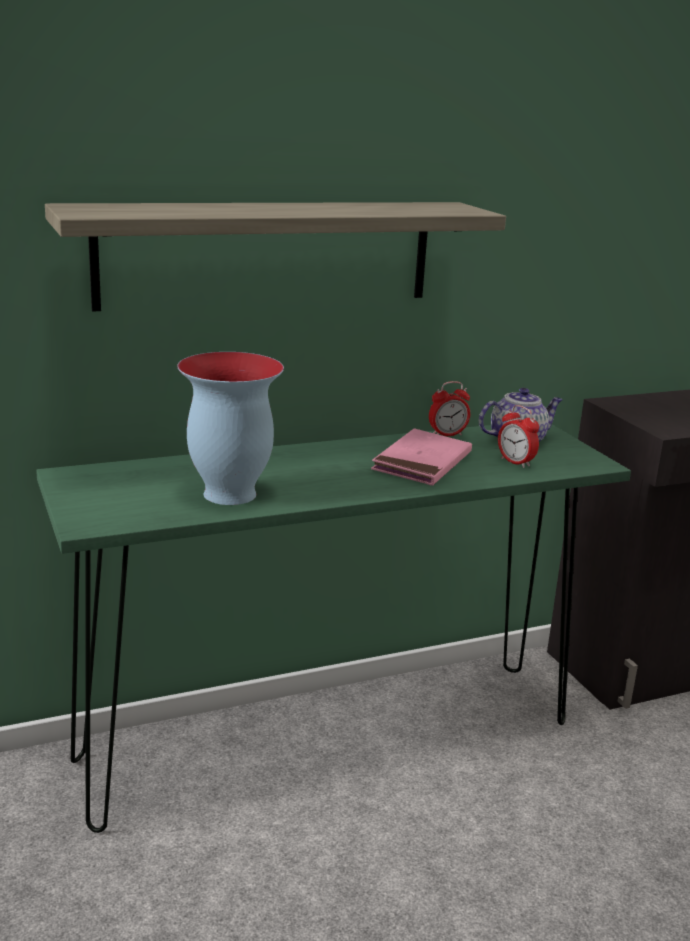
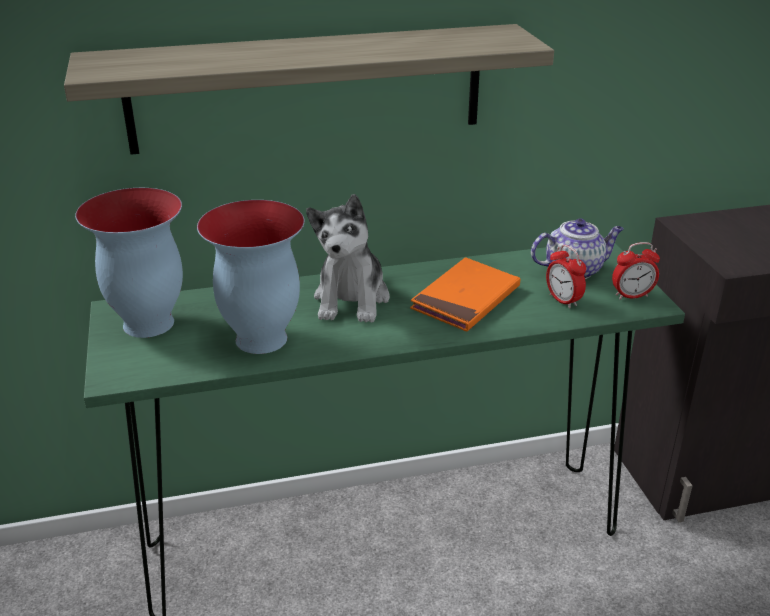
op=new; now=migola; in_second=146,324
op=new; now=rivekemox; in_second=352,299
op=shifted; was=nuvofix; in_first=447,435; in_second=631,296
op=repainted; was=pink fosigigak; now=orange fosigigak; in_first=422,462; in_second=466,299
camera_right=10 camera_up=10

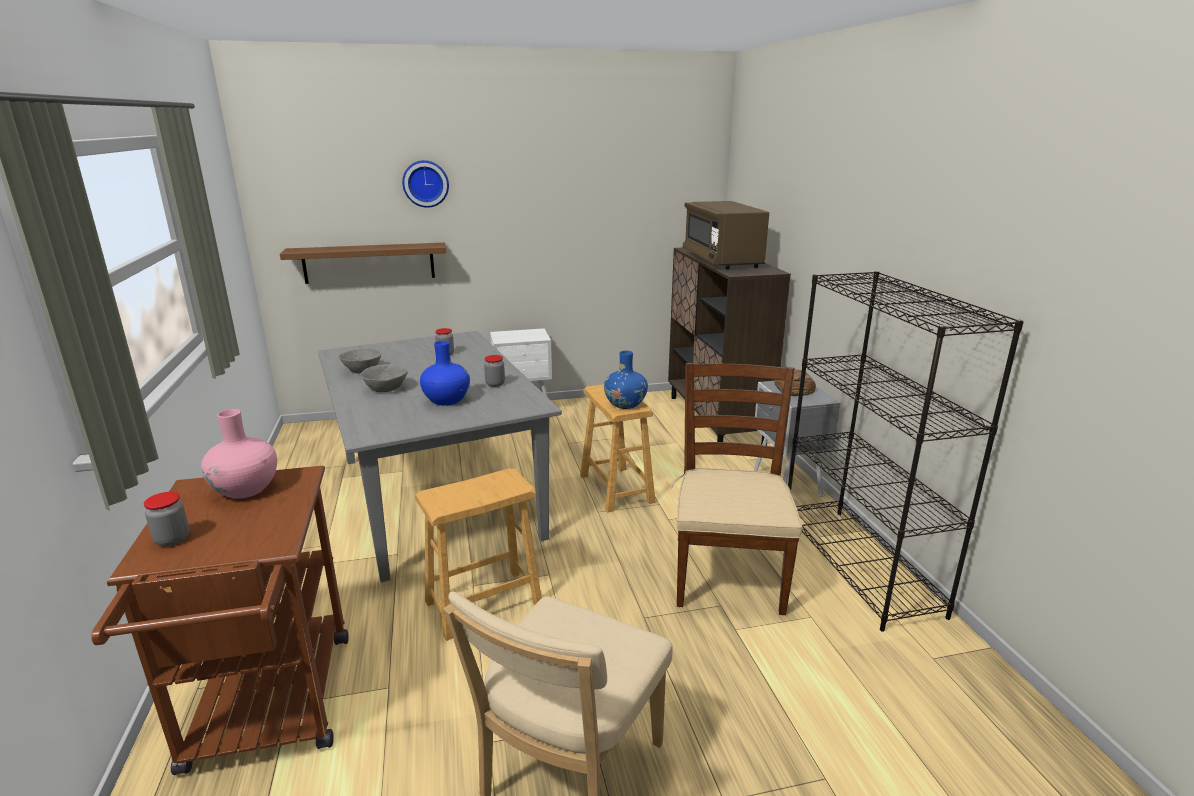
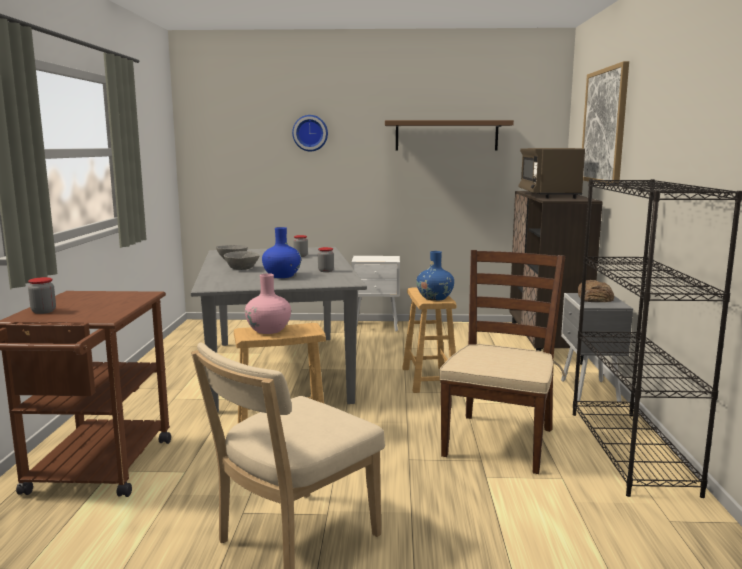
op=new; now=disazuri; in_second=604,126
op=shifted; was=pink migola; in_first=245,489; in_second=268,330
op=shifted; was=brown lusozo; in_first=369,263; in_second=446,135
camera_right=15 camera_up=-10

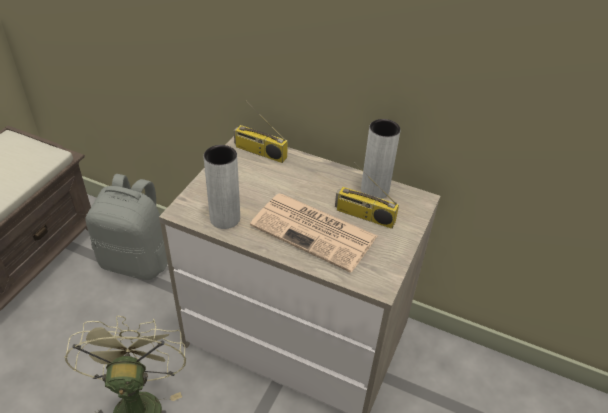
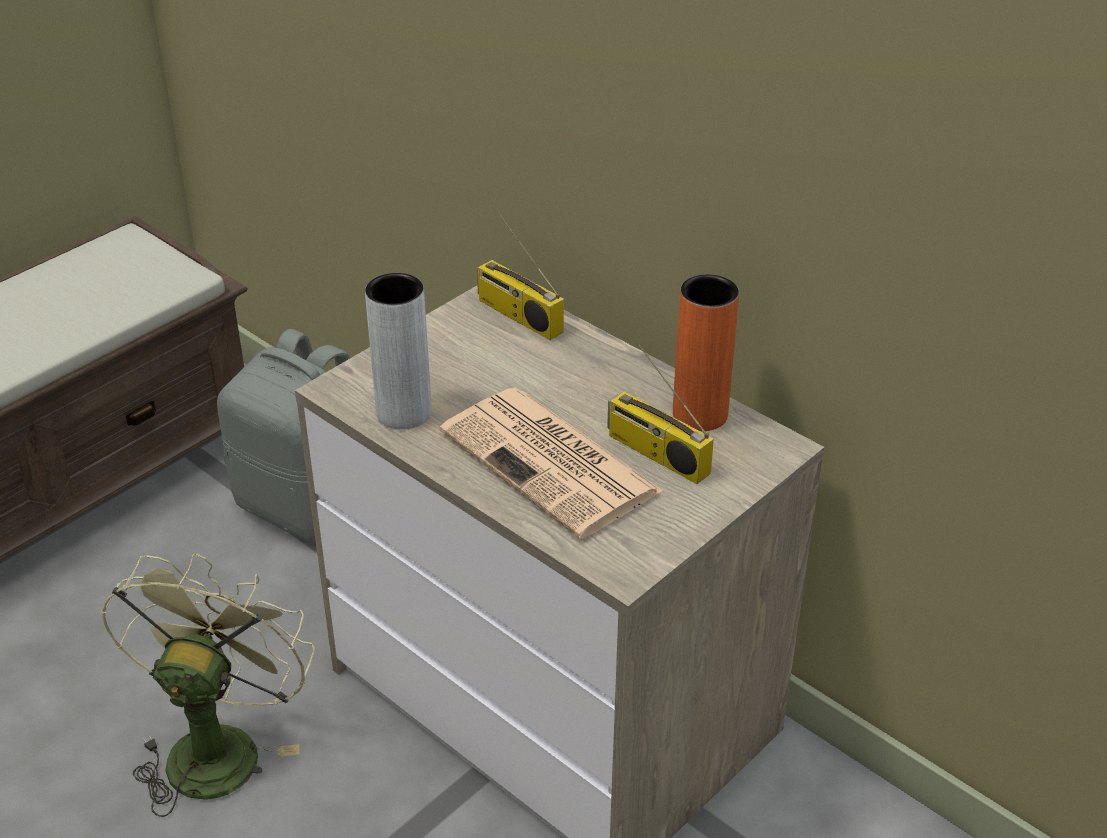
op=repainted; was=grey migola; now=orange migola; in_first=375,190; in_second=700,415
camera_right=20 camera_up=-5

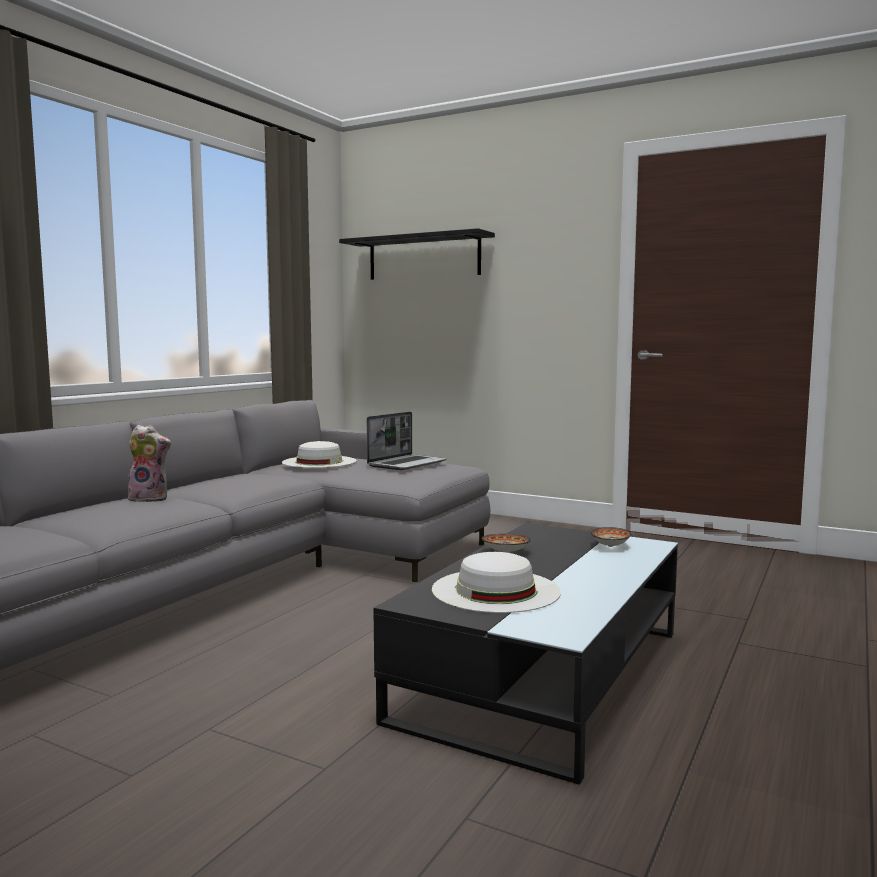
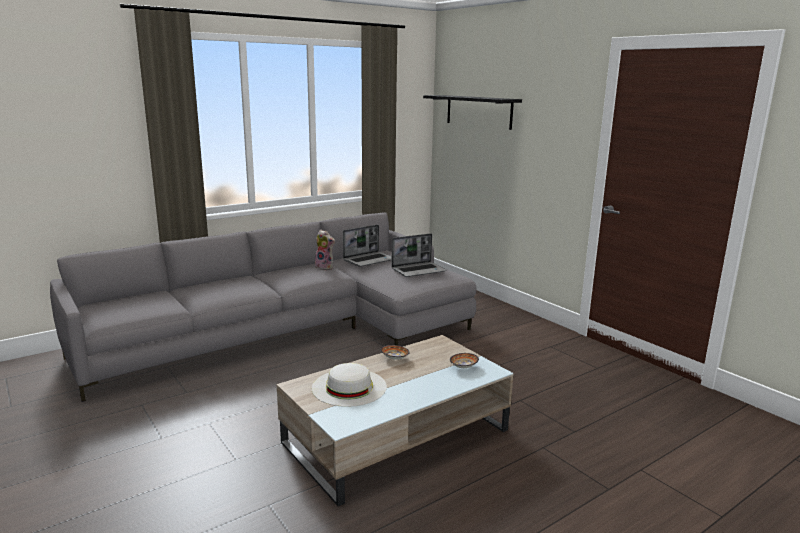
op=shifted; was=rivekemox; in_first=150,499; in_second=325,267
op=swapped; was=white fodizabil; now=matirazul; in_first=319,462; in_second=369,260
op=repainted; was=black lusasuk; now=beige lusasuk; in_first=544,673; in_second=397,436
camera_right=25 camera_up=10

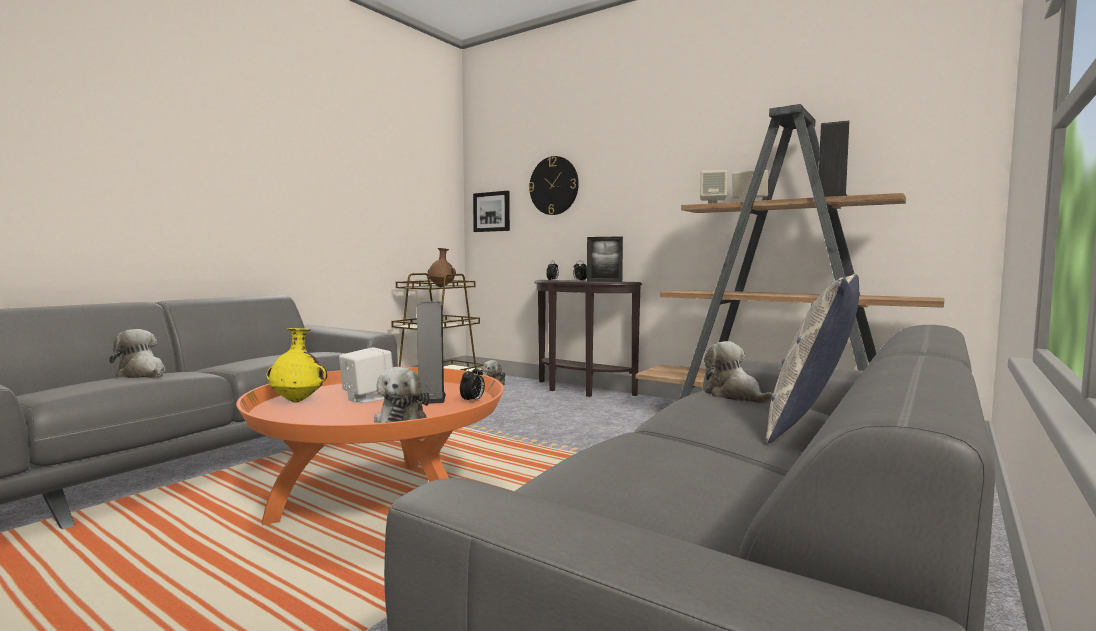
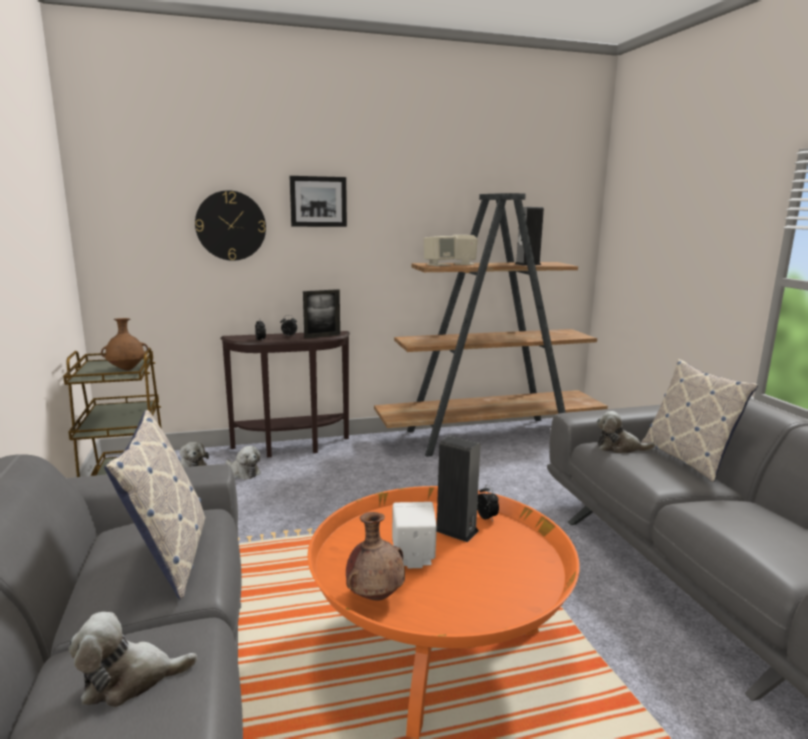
op=new; now=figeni; in_second=169,557
op=shifted; was=rivekemox; in_first=402,419; in_second=243,473
op=shifted; was=disazuri; in_first=492,212; in_second=318,201
op=repainted; was=yellow migola; now=brown migola; in_first=298,401; in_second=376,596
camera_right=-50 camera_up=10

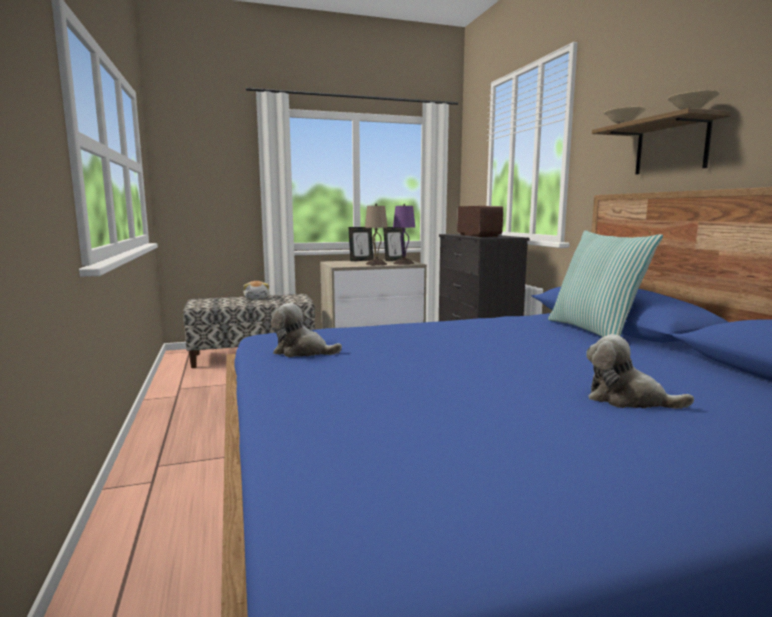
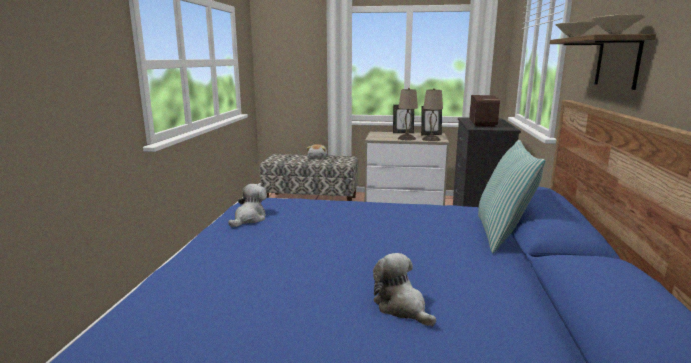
op=repainted; was=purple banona; now=beige banona; in_first=403,263; in_second=431,139
op=rotated; was=rivekemox; in_first=302,352; in_second=249,219; clockwise=75
camera_right=25 camera_up=5

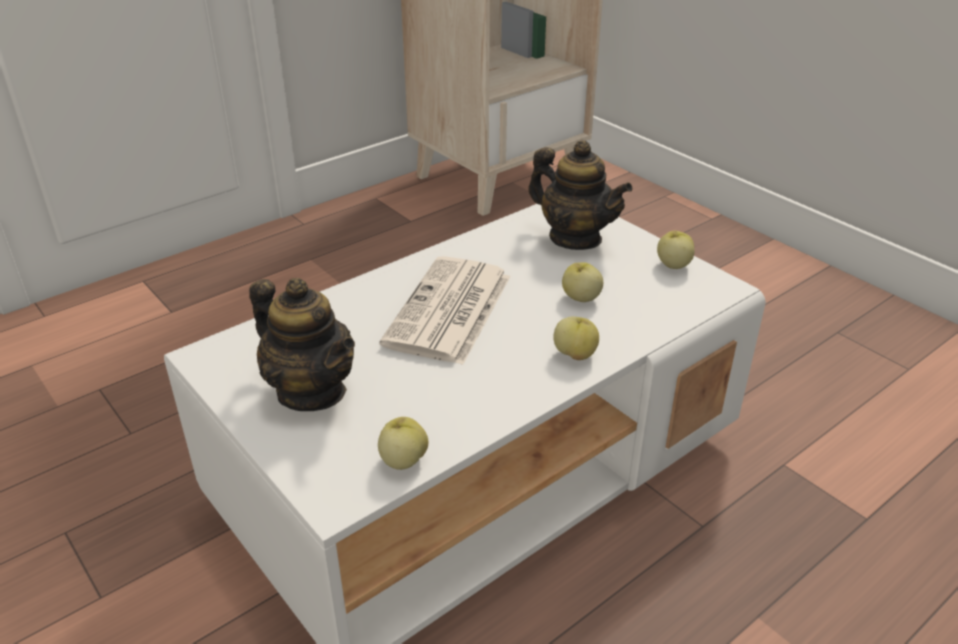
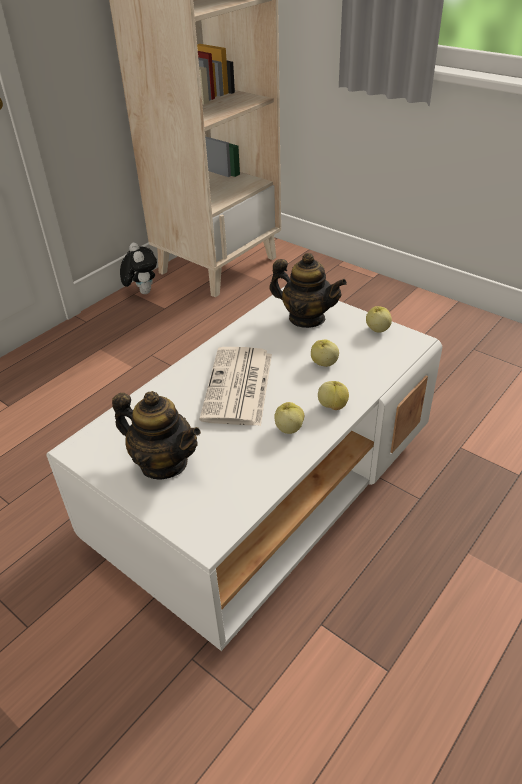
op=new; now=rivekemox; in_second=142,291
op=shifted; was=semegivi; in_first=403,460; in_second=288,428
camera_right=-10 camera_up=5

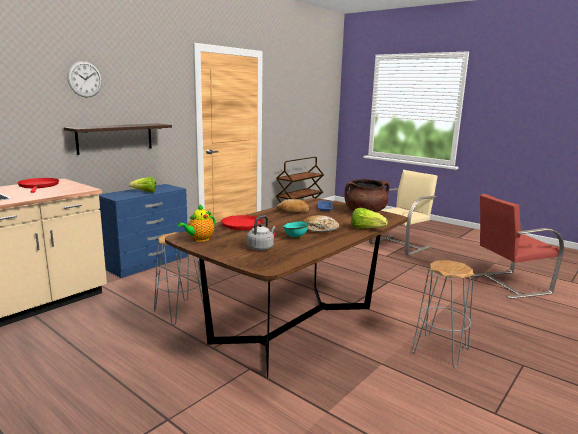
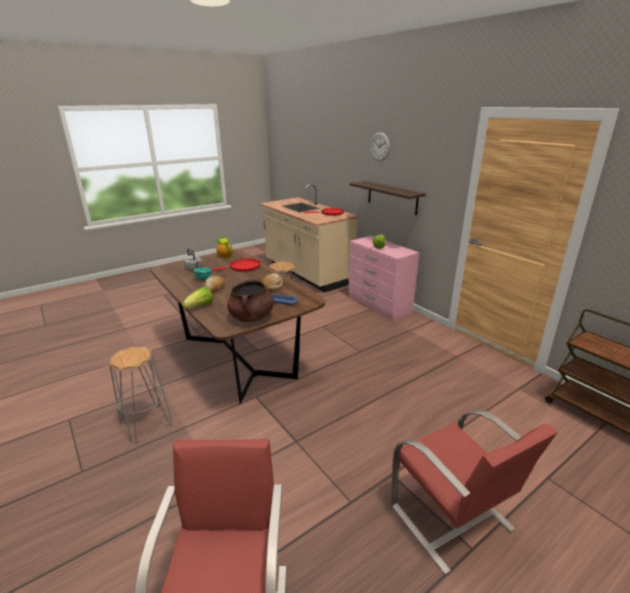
op=repainted; was=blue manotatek; now=pink manotatek; in_first=148,262; in_second=379,304
op=repainted; was=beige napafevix; now=red napafevix; in_first=400,245; in_second=452,519
camera_right=105 camera_up=10

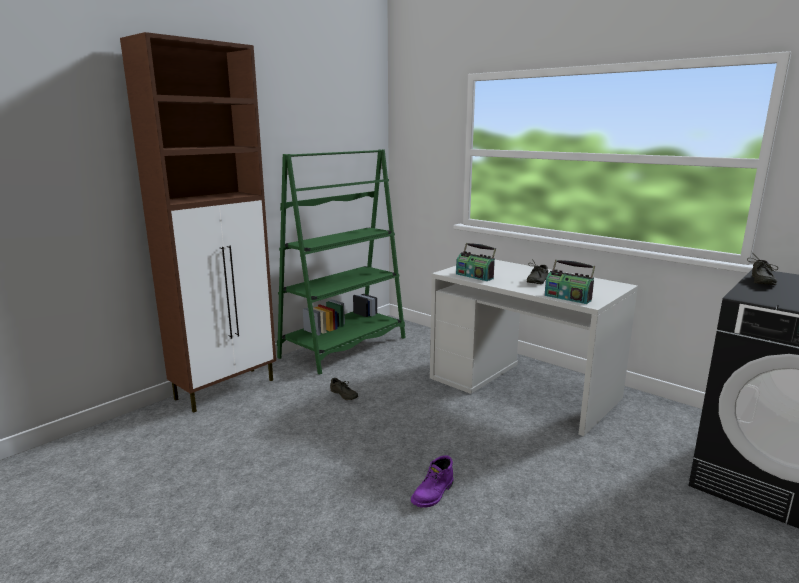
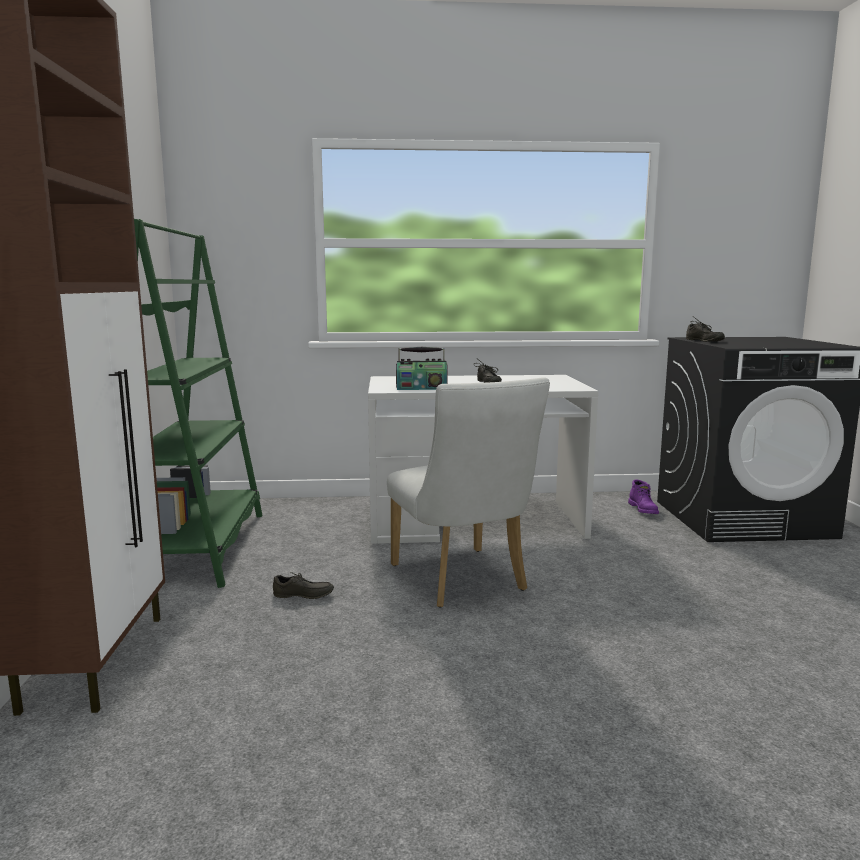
op=gone; was=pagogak; in_first=568,298
op=new; now=white napafevix; in_second=463,581
op=shifted; was=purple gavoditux; in_first=433,494; in_second=643,510
camera_right=-45 camera_up=-5

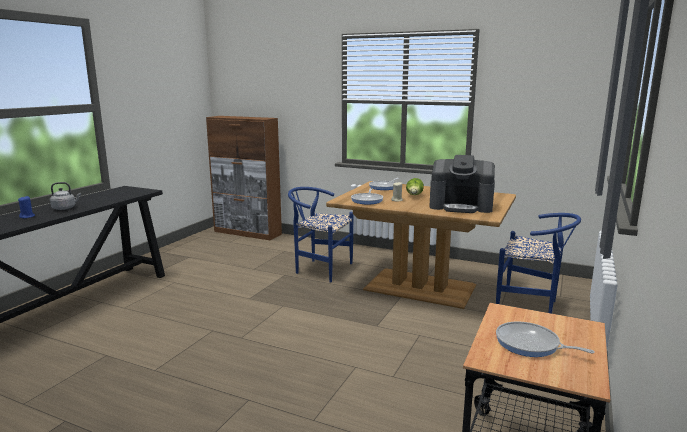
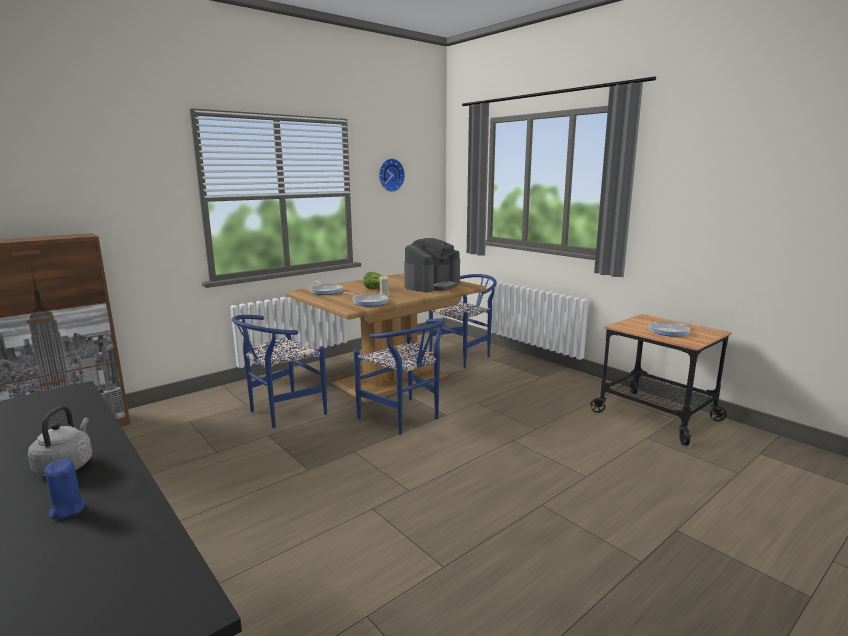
op=new; now=blue napafevix; in_second=405,418
op=new; now=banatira; in_second=390,175
camera_right=-65 camera_up=0

